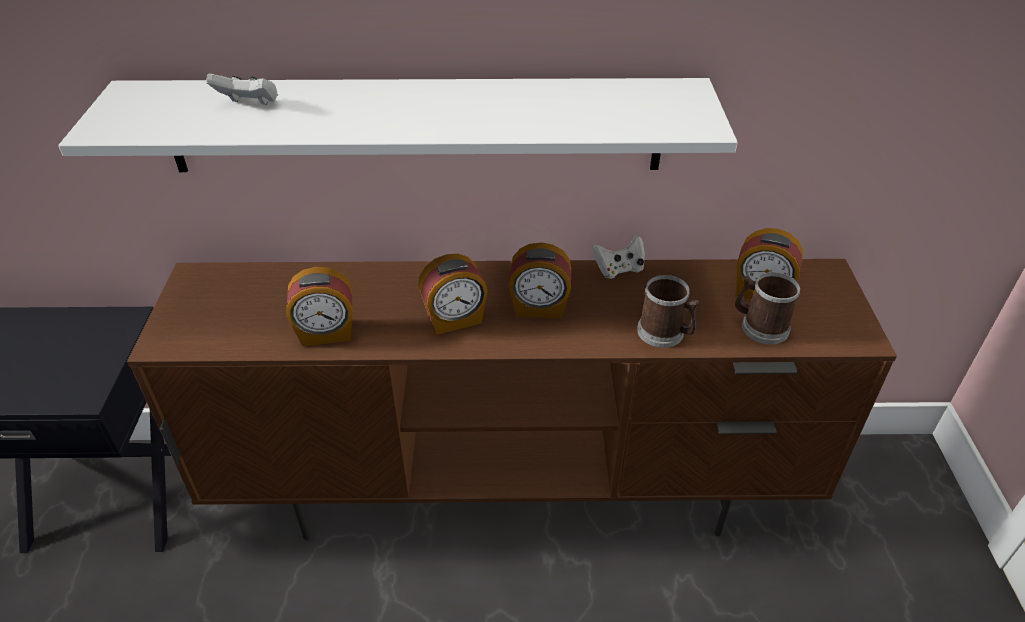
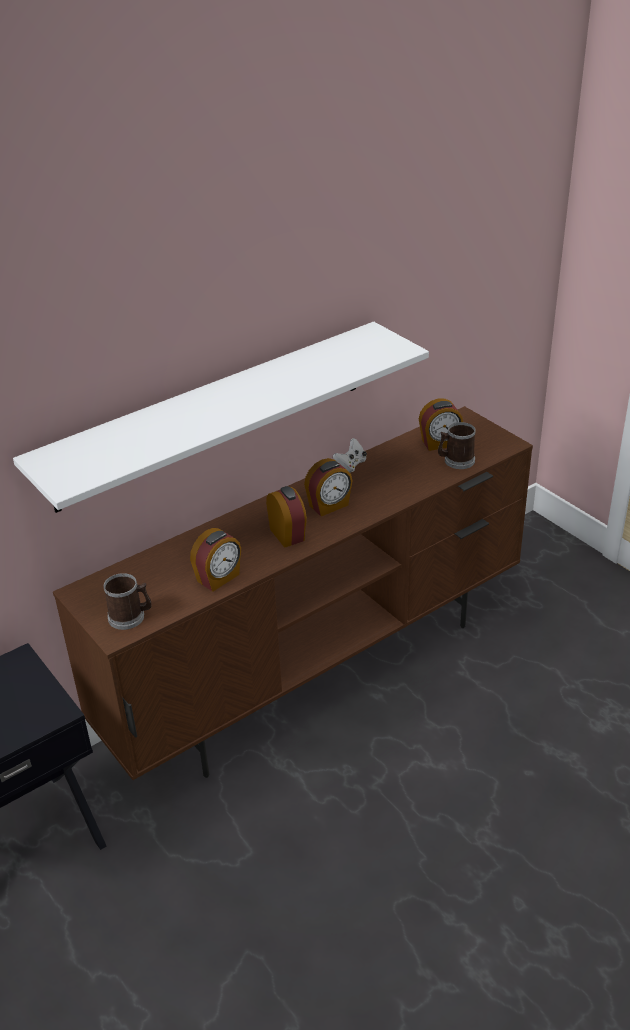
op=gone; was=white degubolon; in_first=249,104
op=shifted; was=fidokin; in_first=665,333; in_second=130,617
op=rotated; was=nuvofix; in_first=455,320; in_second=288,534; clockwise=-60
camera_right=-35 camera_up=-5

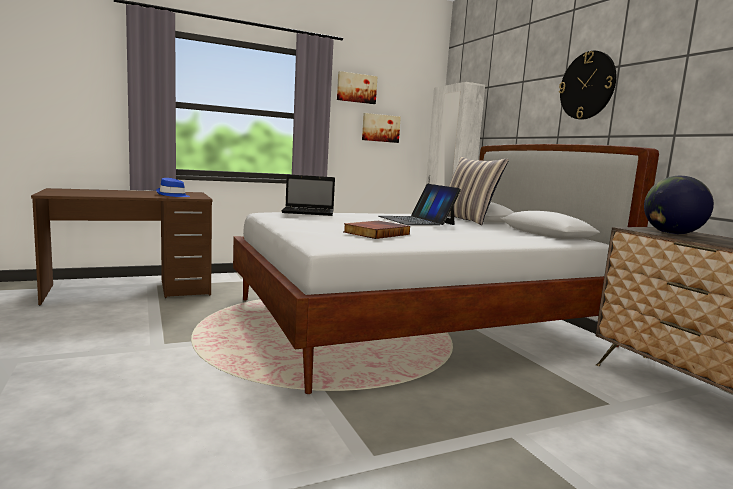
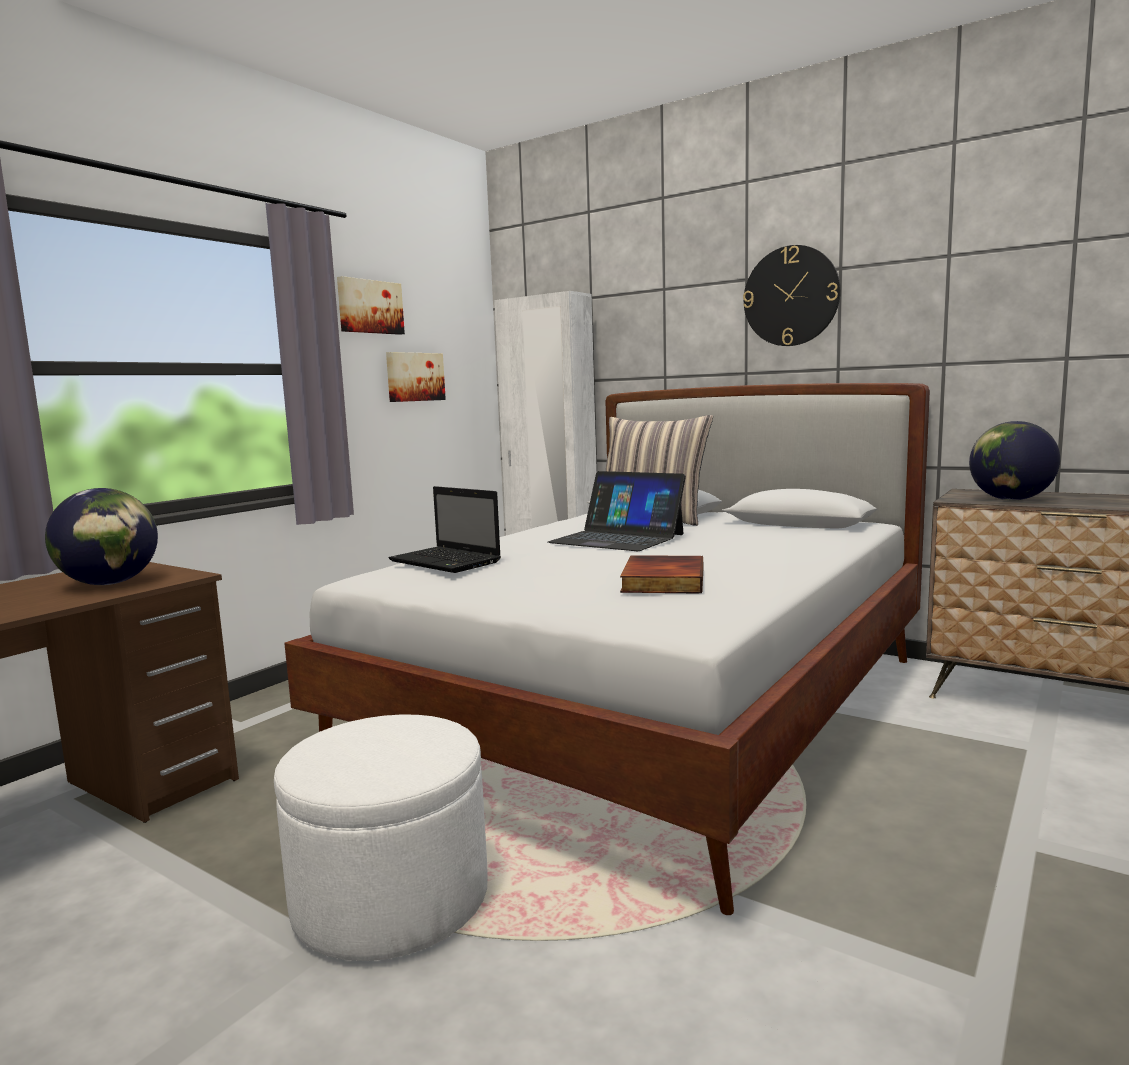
op=new; now=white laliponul; in_second=391,899
op=swapped; was=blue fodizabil; now=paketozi; in_first=173,195; in_second=110,583
op=rotated; was=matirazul; in_first=309,212; in_second=447,562; clockwise=75
camera_right=-30 camera_up=0

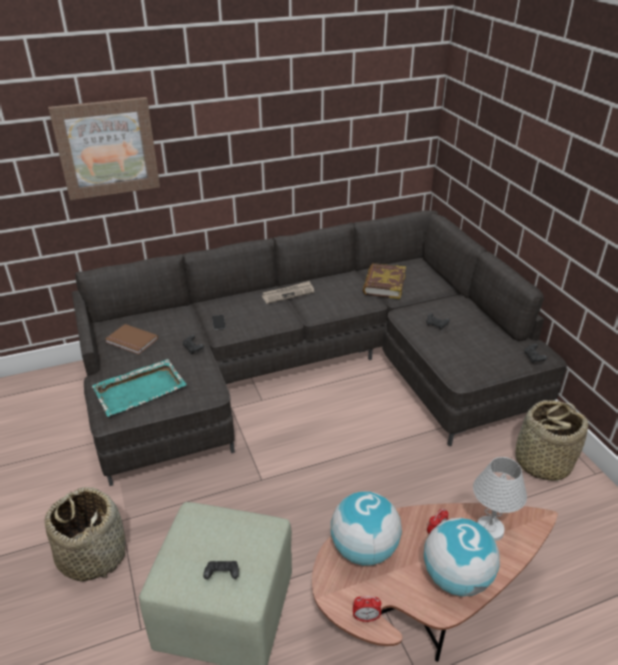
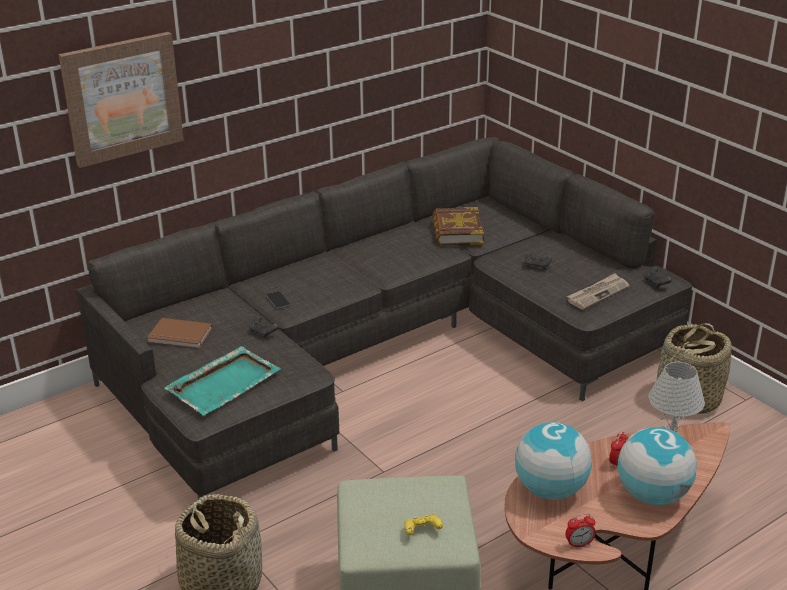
op=shifted; was=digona; in_first=288,293; in_second=598,293
op=repainted; was=black degubolon; now=yellow degubolon; in_first=222,574; in_second=422,531
camera_right=-15 camera_up=-5

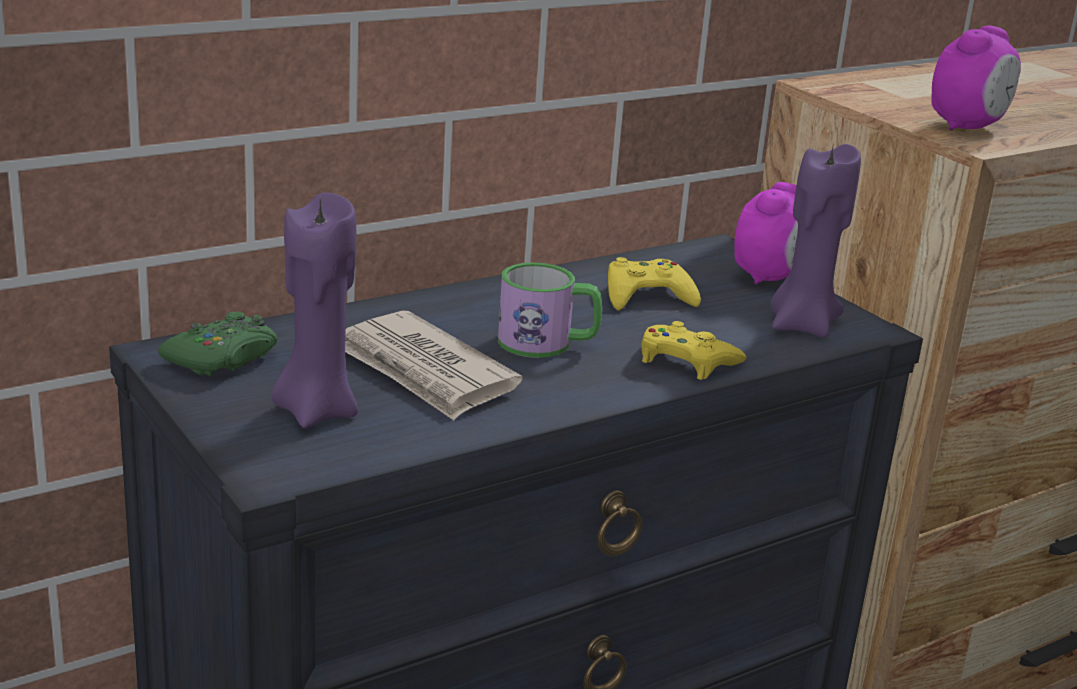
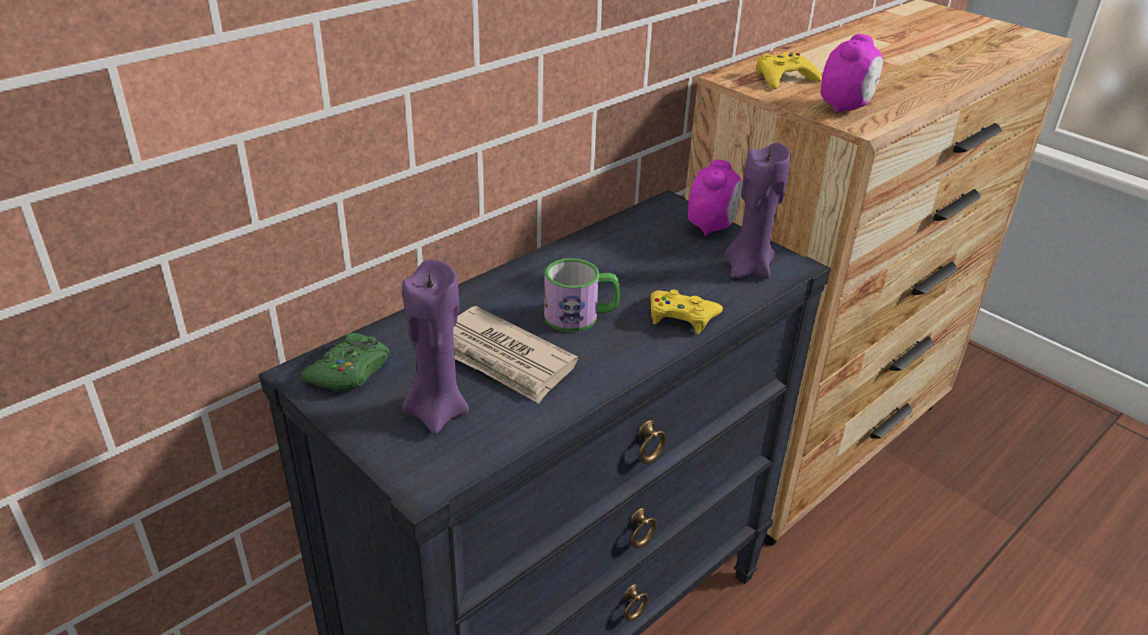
op=shifted; was=yellow degubolon; in_first=647,296; in_second=784,78
camera_right=-10 camera_up=10

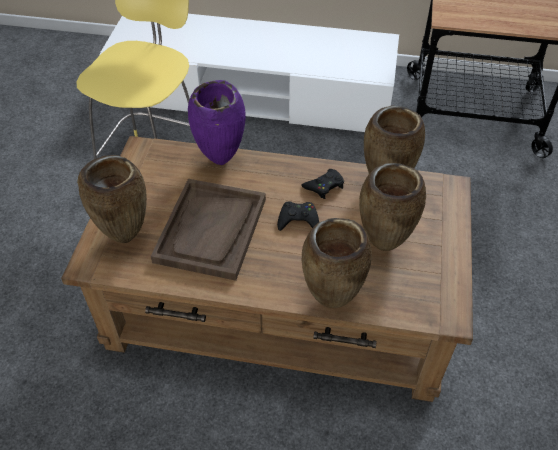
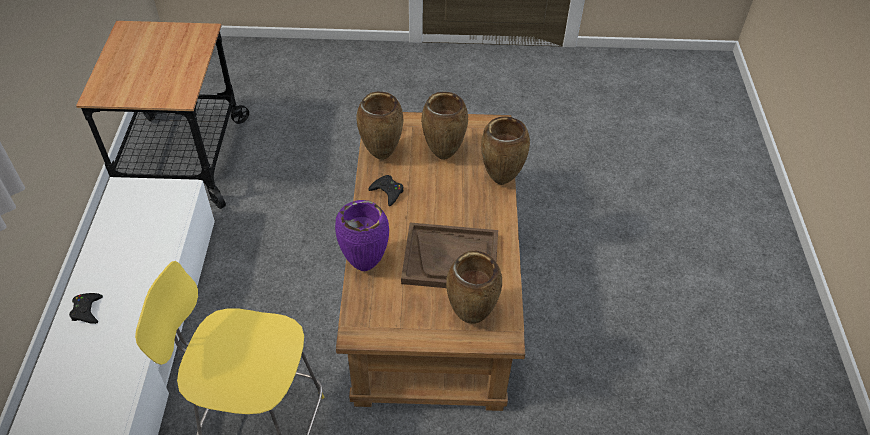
op=shifted; was=black degubolon; in_first=298,220; in_second=87,310
camera_right=-100 camera_up=0

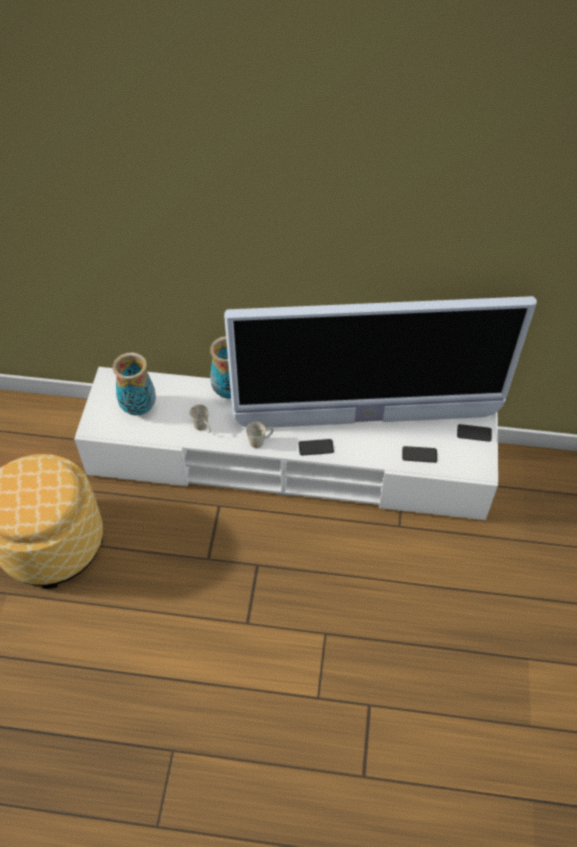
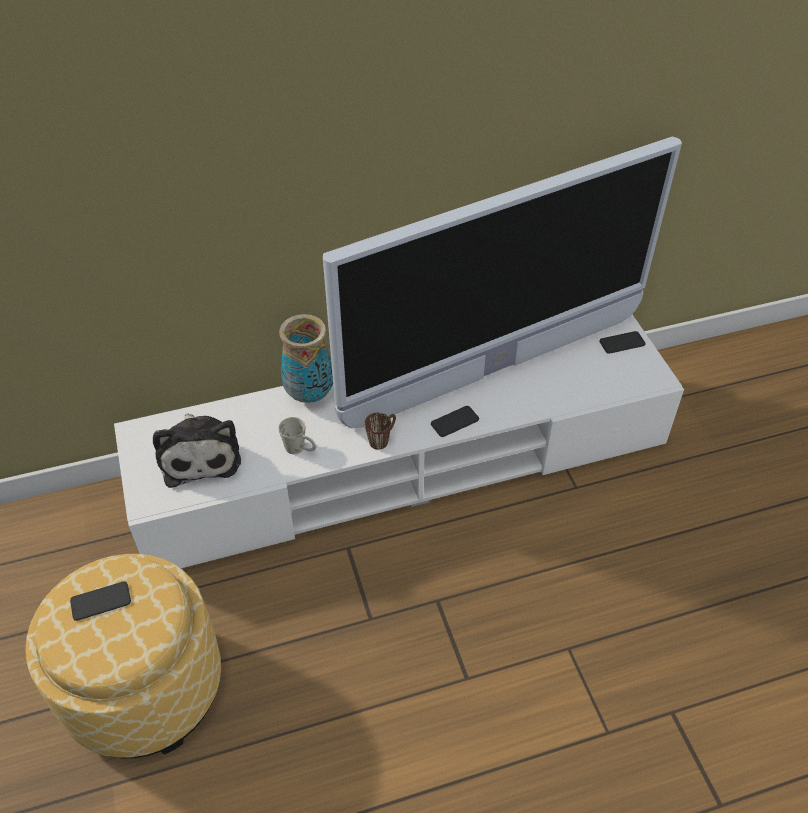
op=shifted; was=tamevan; in_first=419,454; in_second=101,601
op=swapped; was=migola; now=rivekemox; in_first=139,408; in_second=200,454
op=repainted; was=white fidokin; now=brown fidokin; in_first=260,441; in_second=382,438
camera_right=-25 camera_up=-5

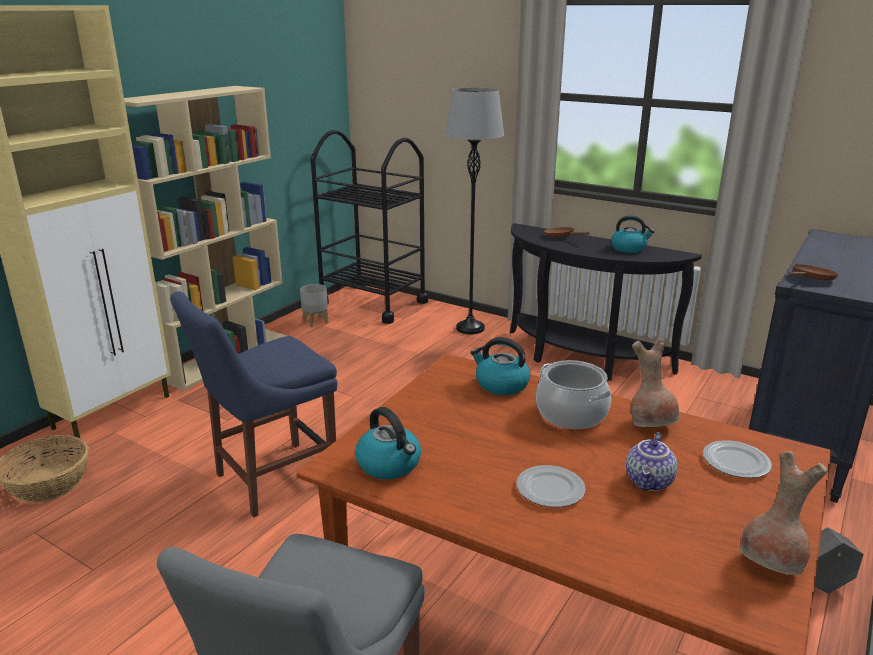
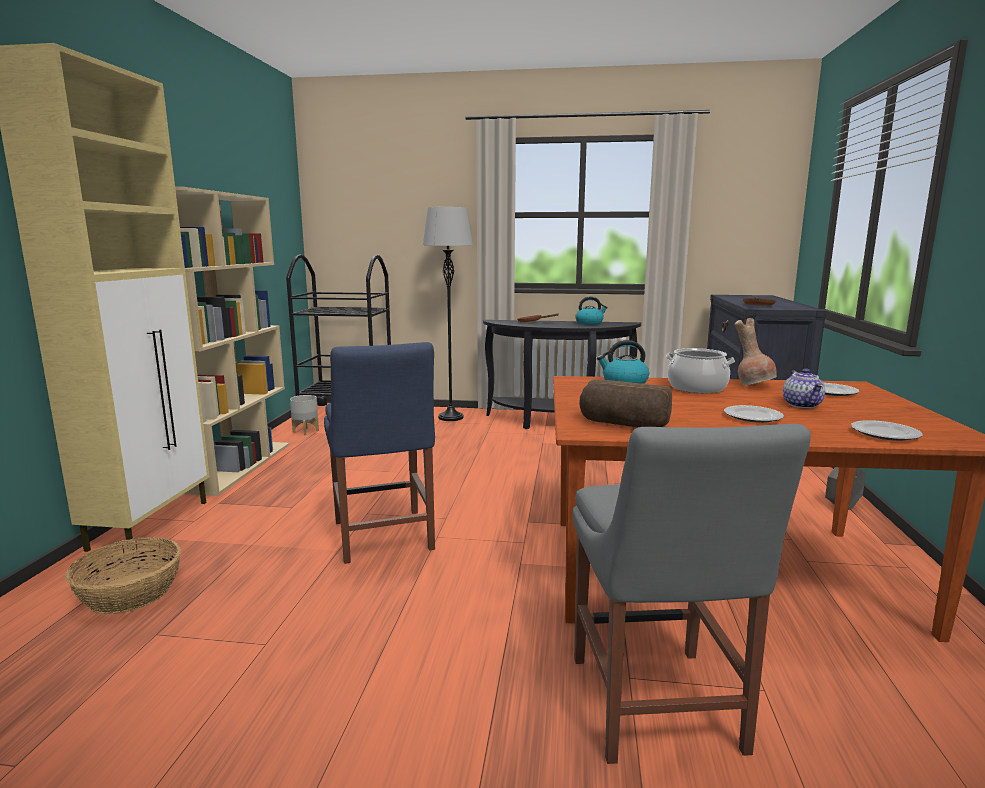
op=gone; was=brown migola; in_first=772,564
op=new; now=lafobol; in_second=884,434
op=swapped; was=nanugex; now=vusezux; in_first=390,465; in_second=623,424
op=rotated; was=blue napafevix; in_first=270,480; in_second=383,538; clockwise=-45
camera_right=-25 camera_up=-10

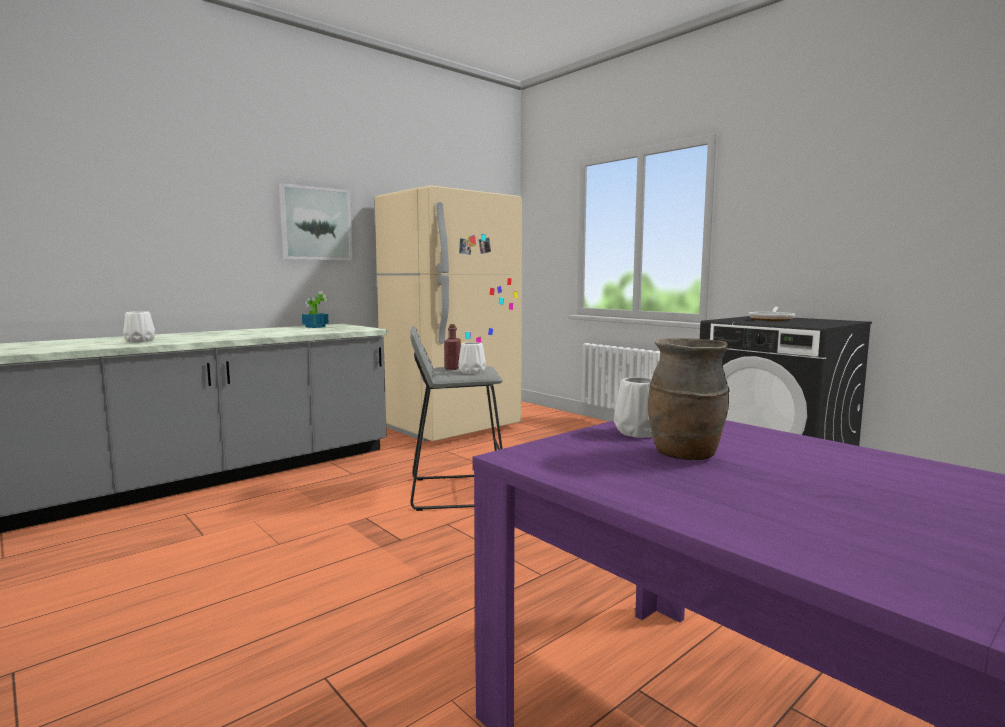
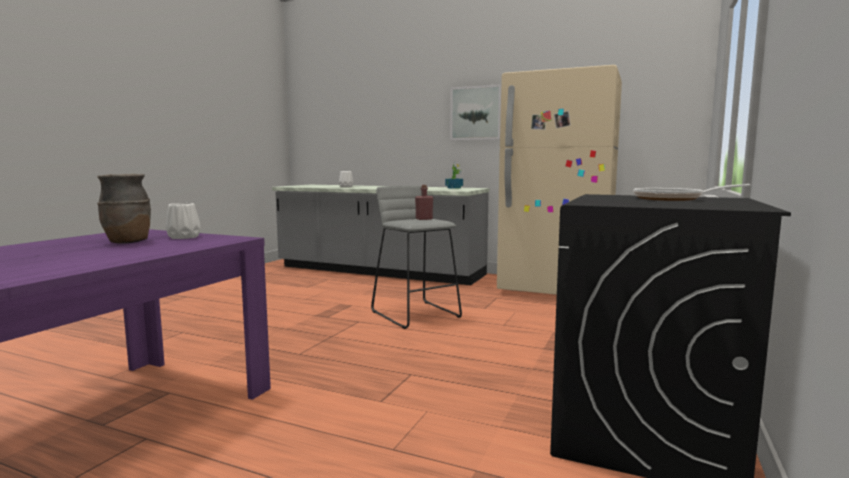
op=gone; was=white migola; in_first=472,372
camera_right=65 camera_up=0

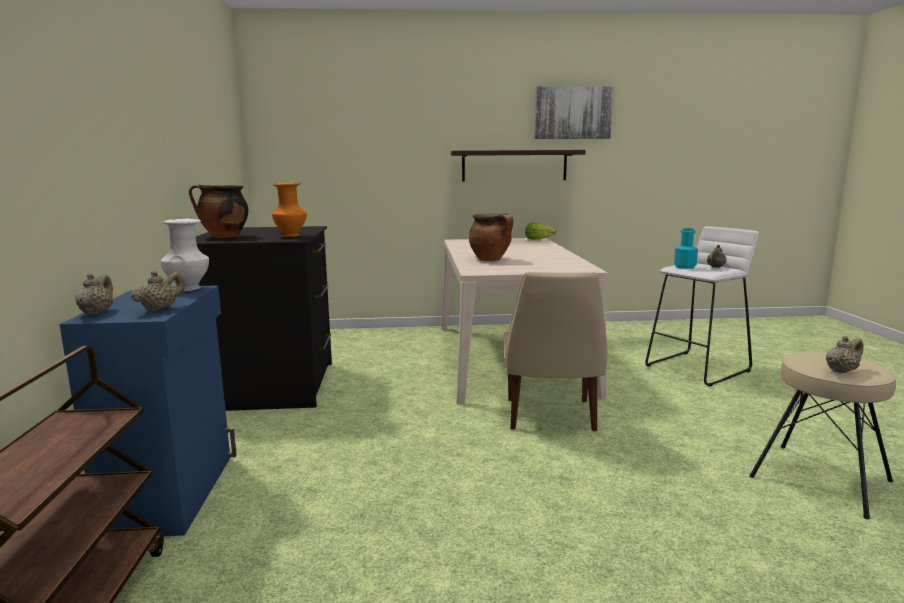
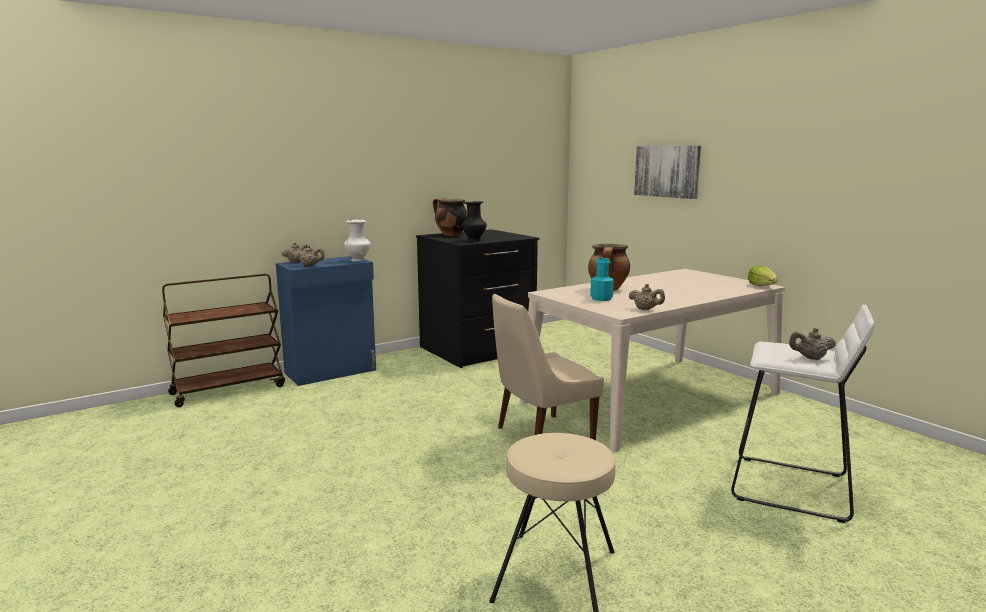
op=gone; was=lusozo; in_first=514,165
op=shifted; was=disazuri; in_first=573,113; in_second=667,171
op=shifted; was=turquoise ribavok; in_first=684,267; in_second=601,298
op=shifted; was=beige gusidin; in_first=841,371; in_second=645,309
op=repainted; was=orange migola; now=black migola; in_first=291,236; in_second=474,240
camera_right=60 camera_up=0

